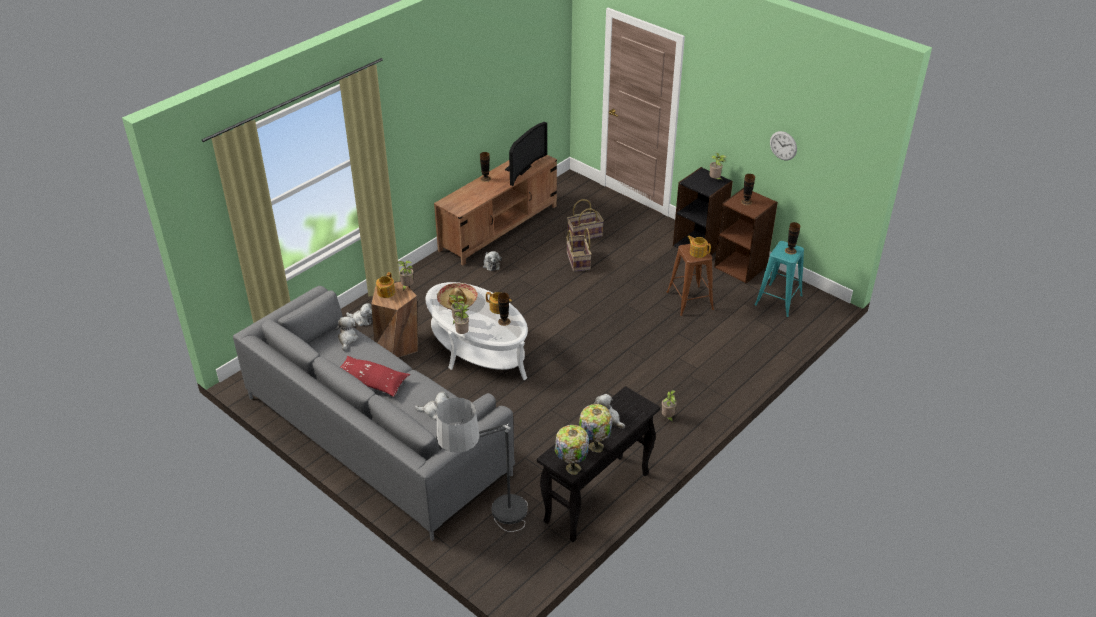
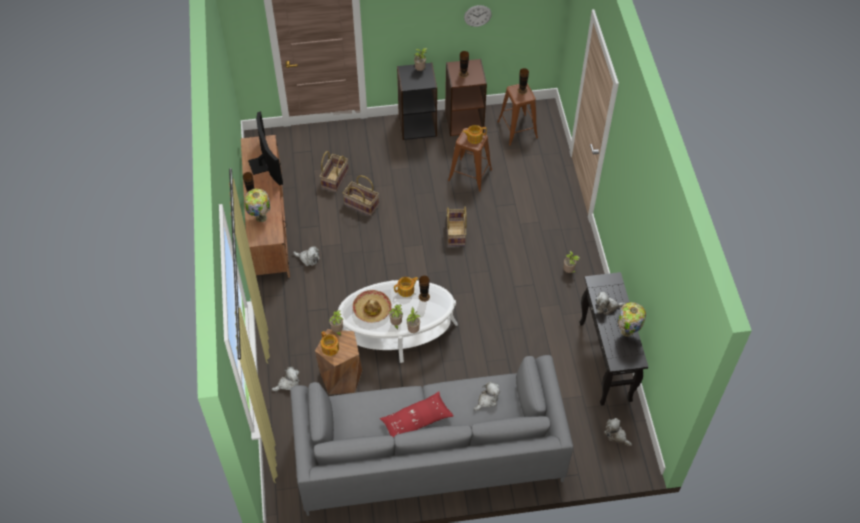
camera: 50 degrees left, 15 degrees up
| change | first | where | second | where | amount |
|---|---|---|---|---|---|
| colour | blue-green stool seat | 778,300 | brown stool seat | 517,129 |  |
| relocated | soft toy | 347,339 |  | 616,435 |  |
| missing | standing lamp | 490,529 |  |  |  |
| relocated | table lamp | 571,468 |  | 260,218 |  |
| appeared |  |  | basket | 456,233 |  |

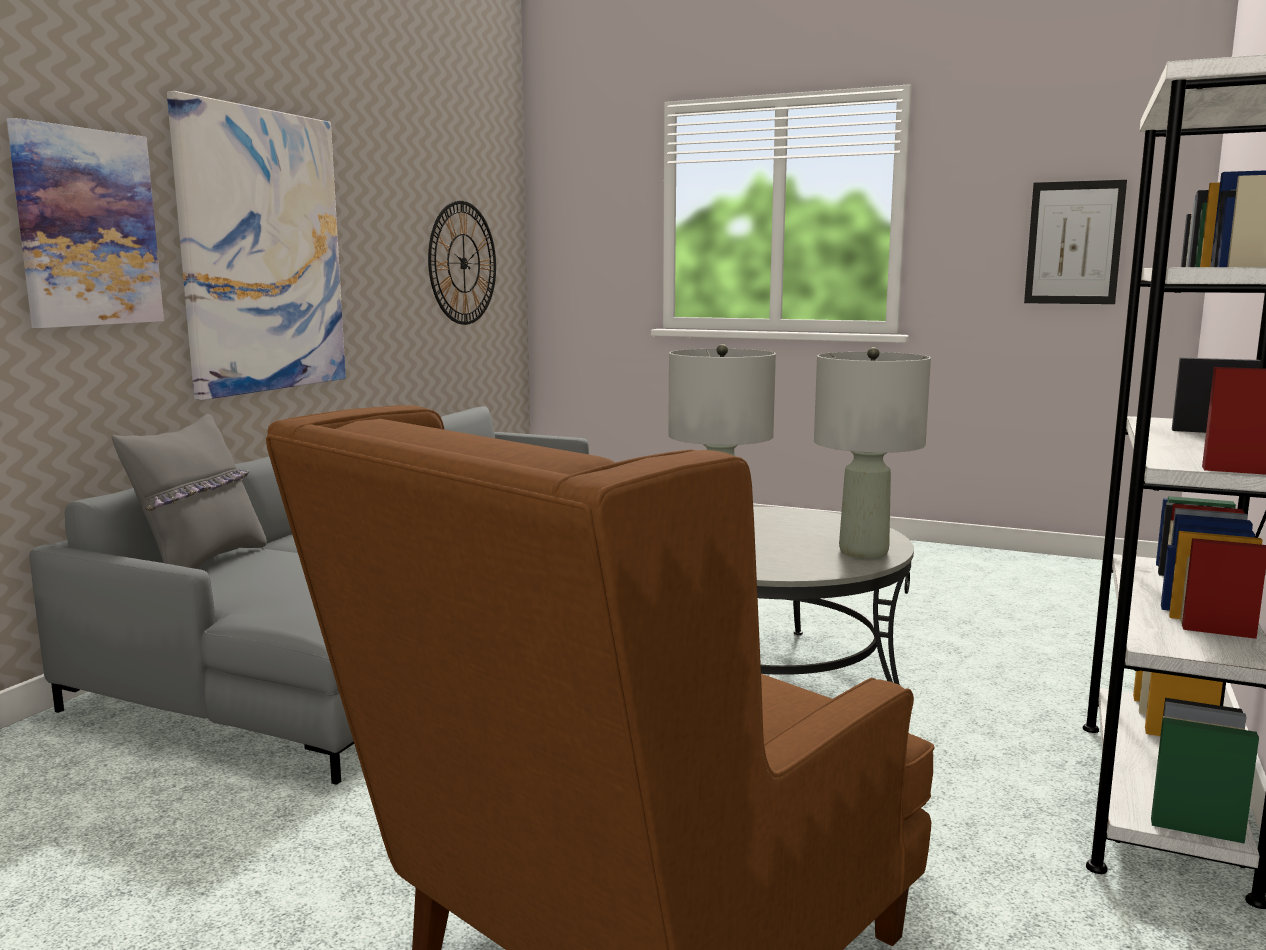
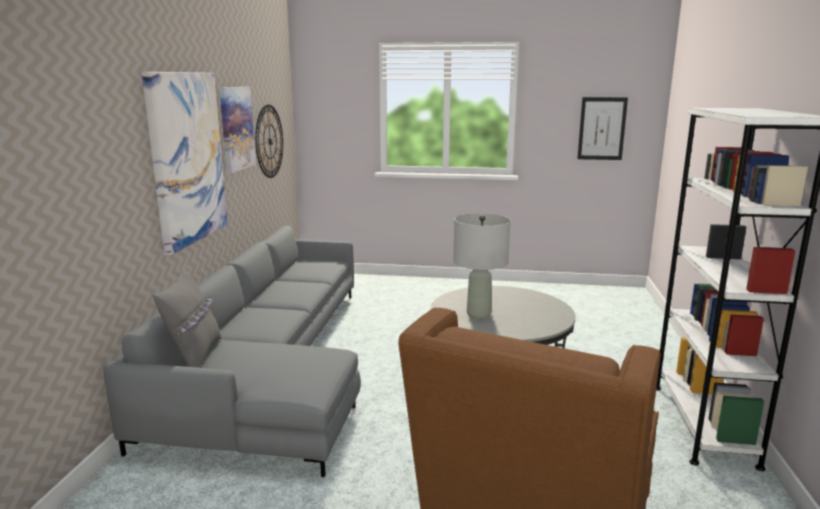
camera: 15 degrees left, 5 degrees up
| change | first | where | second | where | amount |
|---|---|---|---|---|---|
| relocated | picture | 87,228 |  | 236,128 |  |
| missing | gray table lamp | 863,552 |  |  |  |

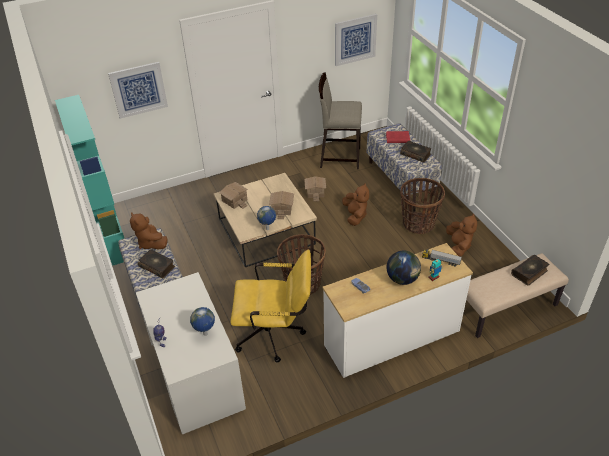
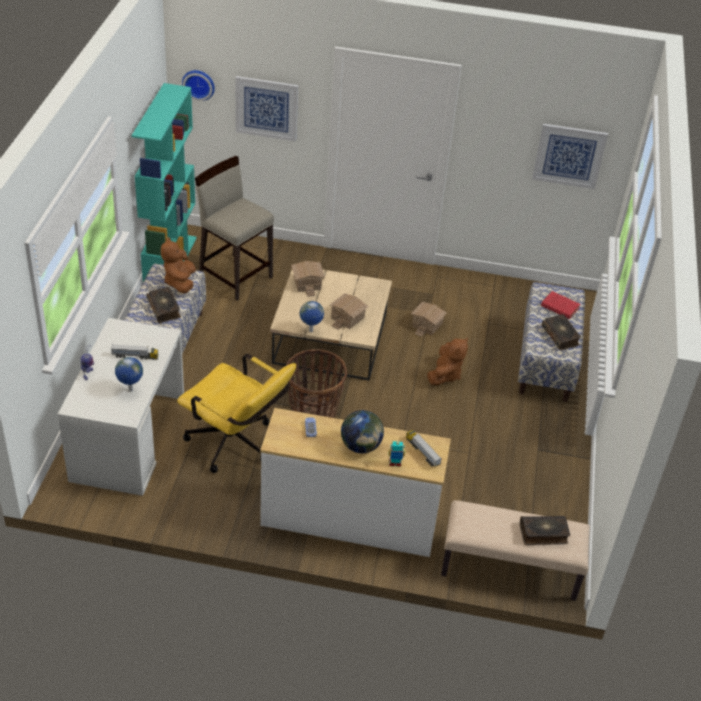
camera: 30 degrees right, 0 degrees up
| change | first | where | second | where | amount |
|---|---|---|---|---|---|
| relocated | sand-coloured stool seat | 339,157 |  | 235,276 |  |
| missing | basket | 418,223 |  |  |  |
| missing | brown soft toy | 458,246 |  |  |  |
| appeared |  |  | clock on the wall | 199,84 |  |
| appeared |  |  | toy truck | 135,356 |  |

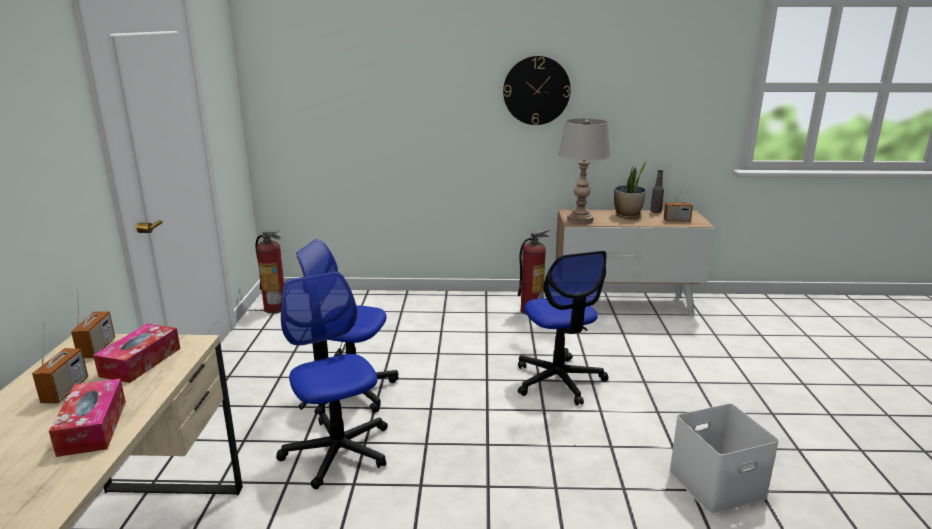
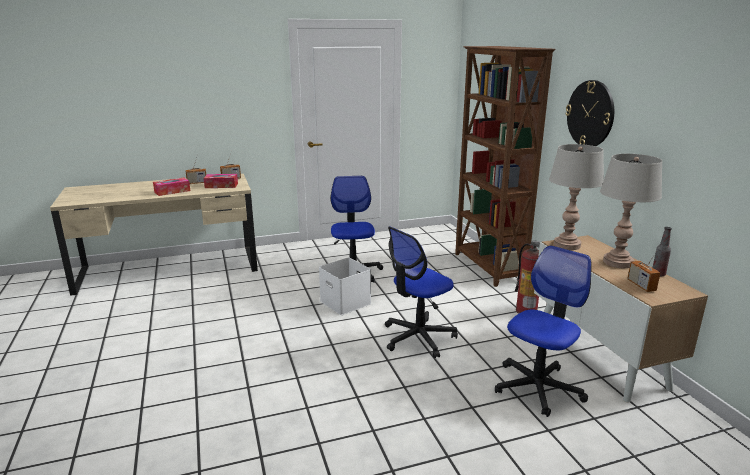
camera: 70 degrees right, 0 degrees up
| change | first | where | second | where | amount |
|---|---|---|---|---|---|
| exchanged | potted plant | 627,215 | gray table lamp | 618,262 |  |
| missing | fire extinguisher | 275,308 |  |  |  |
| relocated | desk chair | 337,451 |  | 537,387 |  |
| relocated | white storage bin | 716,483 |  | 346,302 |  |
| appeared |  |  | brown bookshelf | 488,267 |  |

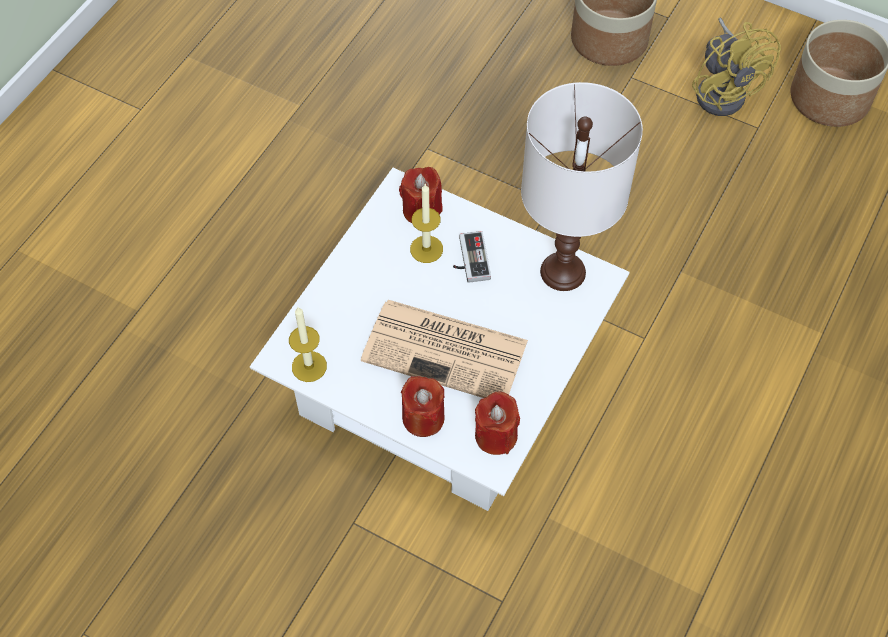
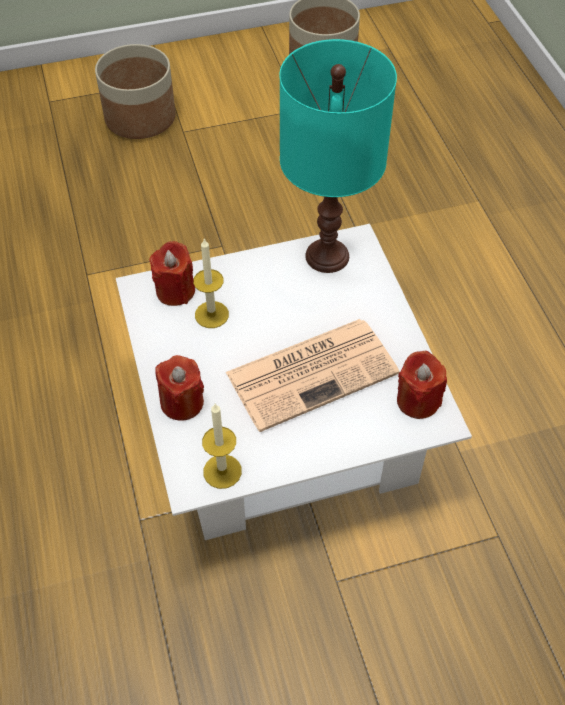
camera: 45 degrees left, 5 degrees down
| change | first | where | second | where | amount |
|---|---|---|---|---|---|
| missing | yellow fan | 724,90 |  |  |  |
| colour | white table lamp | 563,271 | blue-green table lamp | 327,255 |  |
| missing | game controller | 469,259 |  |  |  |
| relocated | red wax light | 423,418 |  | 182,402 |  |

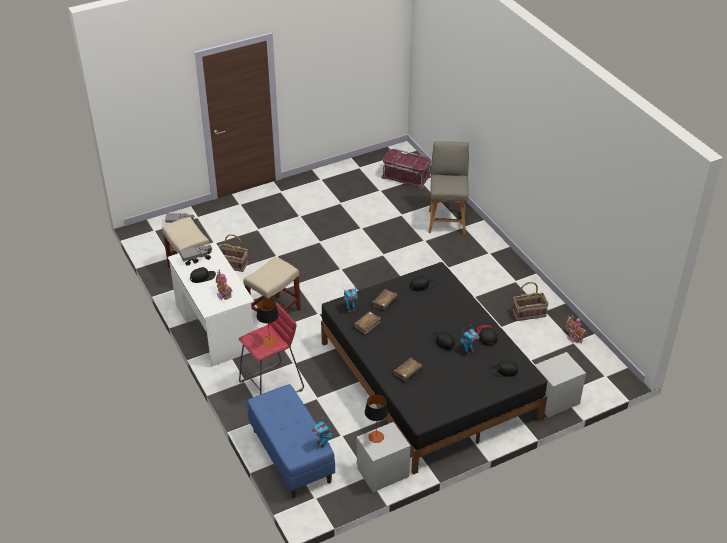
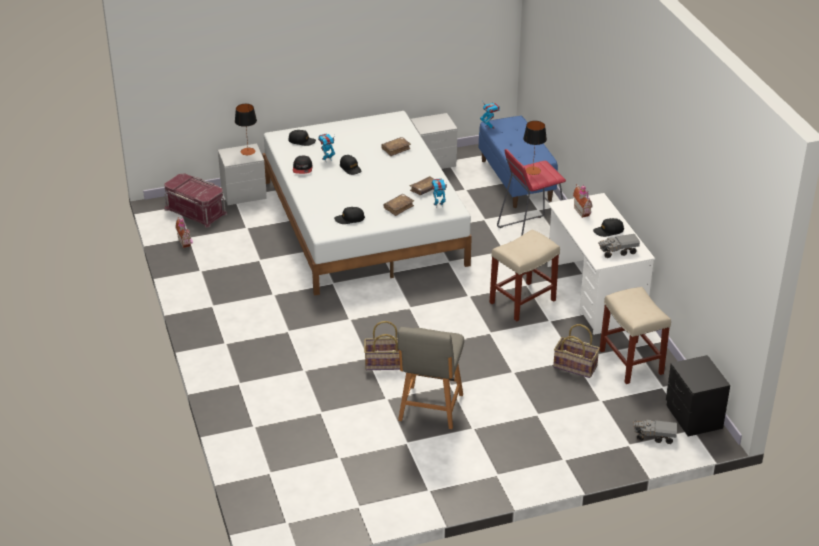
camera: 170 degrees left, 5 degrees down
| change | first | where | second | where | amount |
|---|---|---|---|---|---|
| relocated | gray chair | 447,221 |  | 430,409 |  |
| relocated | red storage bin | 405,177 |  | 196,211 |  |
| colour | black bedroom bed | 428,380 | white bedroom bed | 363,222 |  |
| relocated | basket | 529,313 |  | 384,364 |  |
| relocated | table lamp | 376,437 |  | 248,151 |  |
| appeared |  |  | black night table | 693,417 |  |

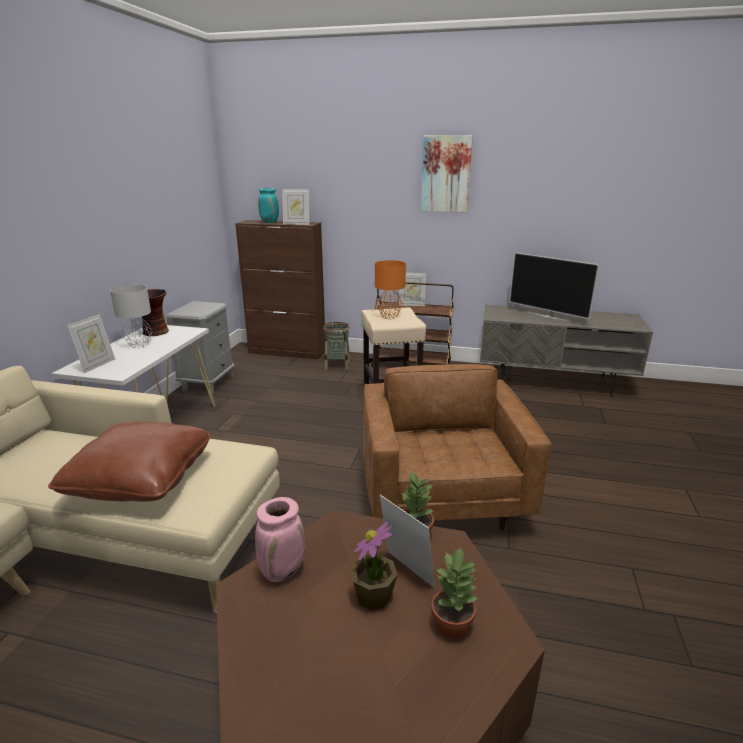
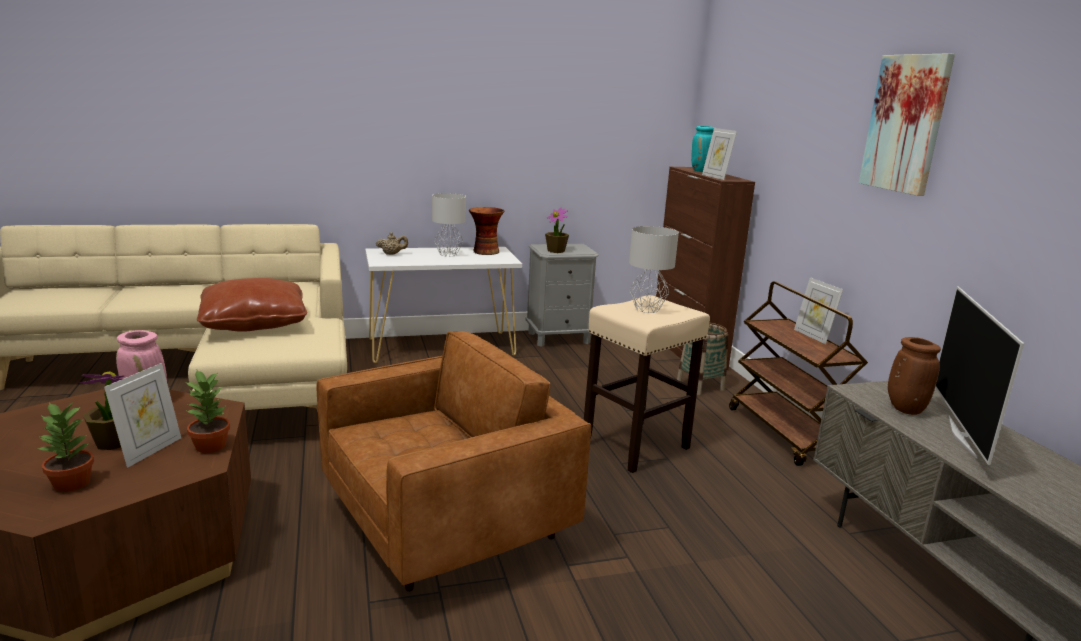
camera: 60 degrees right, 5 degrees down
| change | first | where | second | where | amount |
|---|---|---|---|---|---|
| colour | orange-coloured table lamp | 390,316 | gray table lamp | 648,309 |  |
| exchanged | standing frame | 97,365 | sand-coloured teapot | 392,254 |  |
| appeared |  |  | potted plant | 556,251 |  |
| appeared |  |  | brown decorative vase | 904,409 |  |

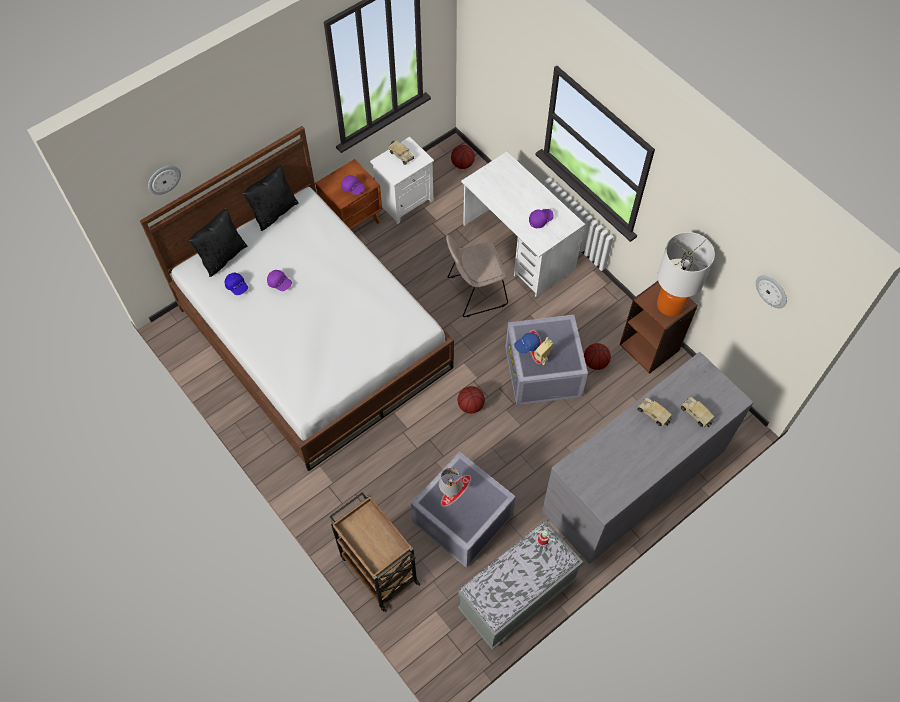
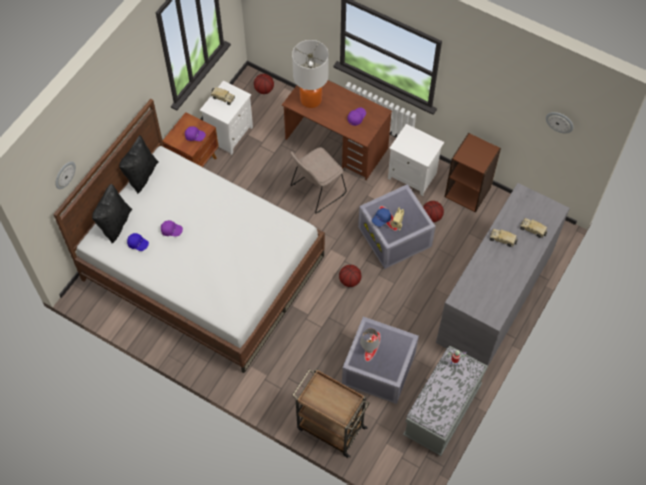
camera: 20 degrees left, 0 degrees up
| change | first | where | second | where | amount |
|---|---|---|---|---|---|
| colour | white desk | 518,247 | brown desk | 336,144 |  |
| relocated | table lamp | 670,305 |  | 311,100 |  |
| appeared |  |  | white night table | 413,176 |  |

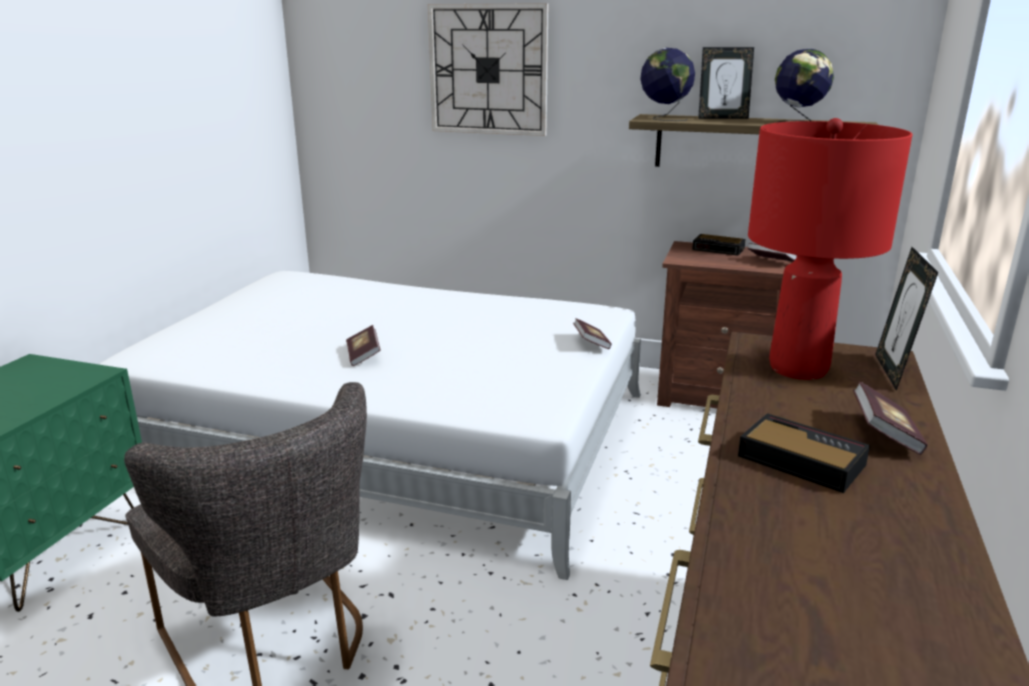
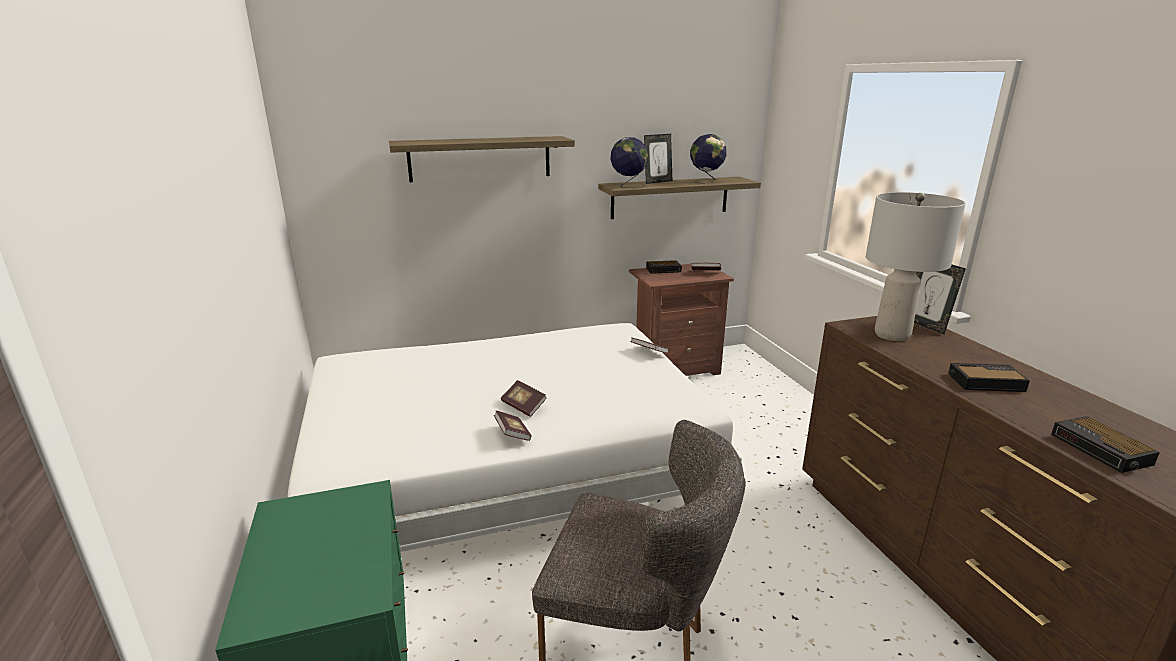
camera: 35 degrees left, 0 degrees up
| change | first | where | second | where | amount |
|---|---|---|---|---|---|
| exchanged | clock on the wall | 488,70 | wall shelf | 480,158 |  |
| colour | red table lamp | 797,369 | gray table lamp | 892,335 |  |
| relocated | book | 884,435 |  | 512,434 |  |
| appeared |  |  | bedside clock | 1102,450 |  |

